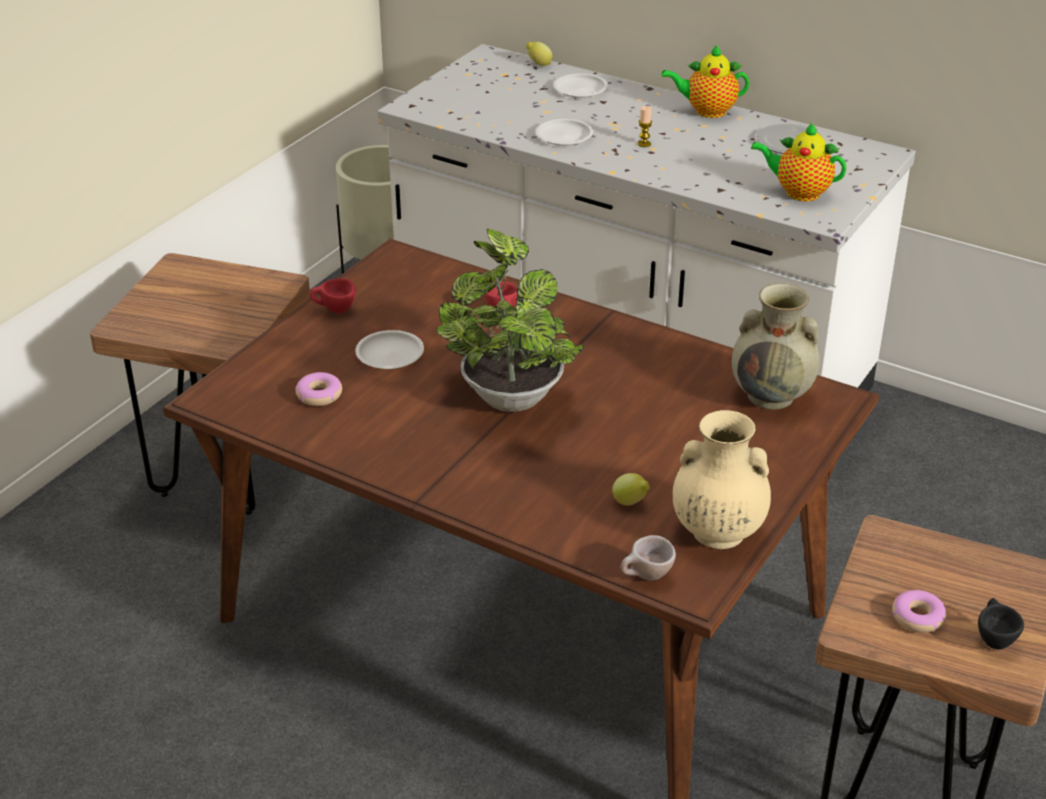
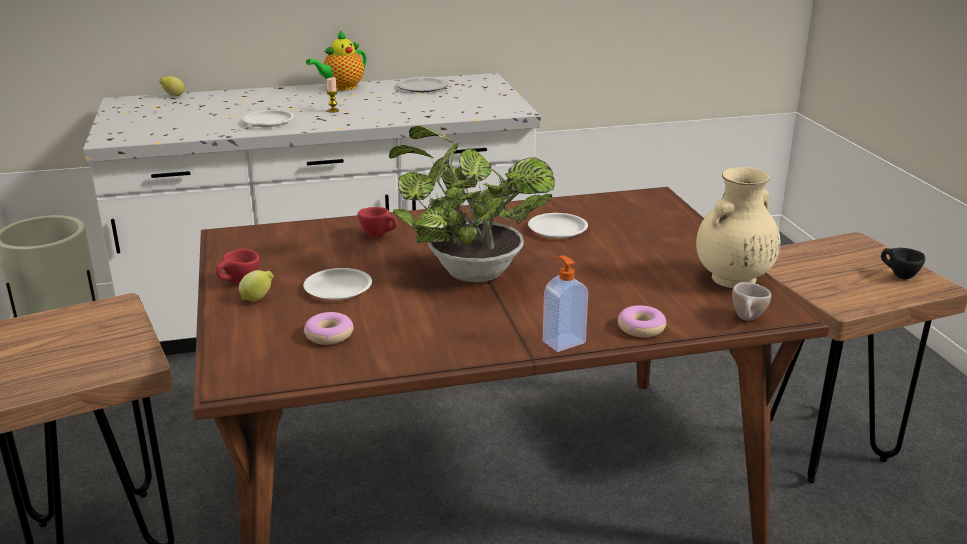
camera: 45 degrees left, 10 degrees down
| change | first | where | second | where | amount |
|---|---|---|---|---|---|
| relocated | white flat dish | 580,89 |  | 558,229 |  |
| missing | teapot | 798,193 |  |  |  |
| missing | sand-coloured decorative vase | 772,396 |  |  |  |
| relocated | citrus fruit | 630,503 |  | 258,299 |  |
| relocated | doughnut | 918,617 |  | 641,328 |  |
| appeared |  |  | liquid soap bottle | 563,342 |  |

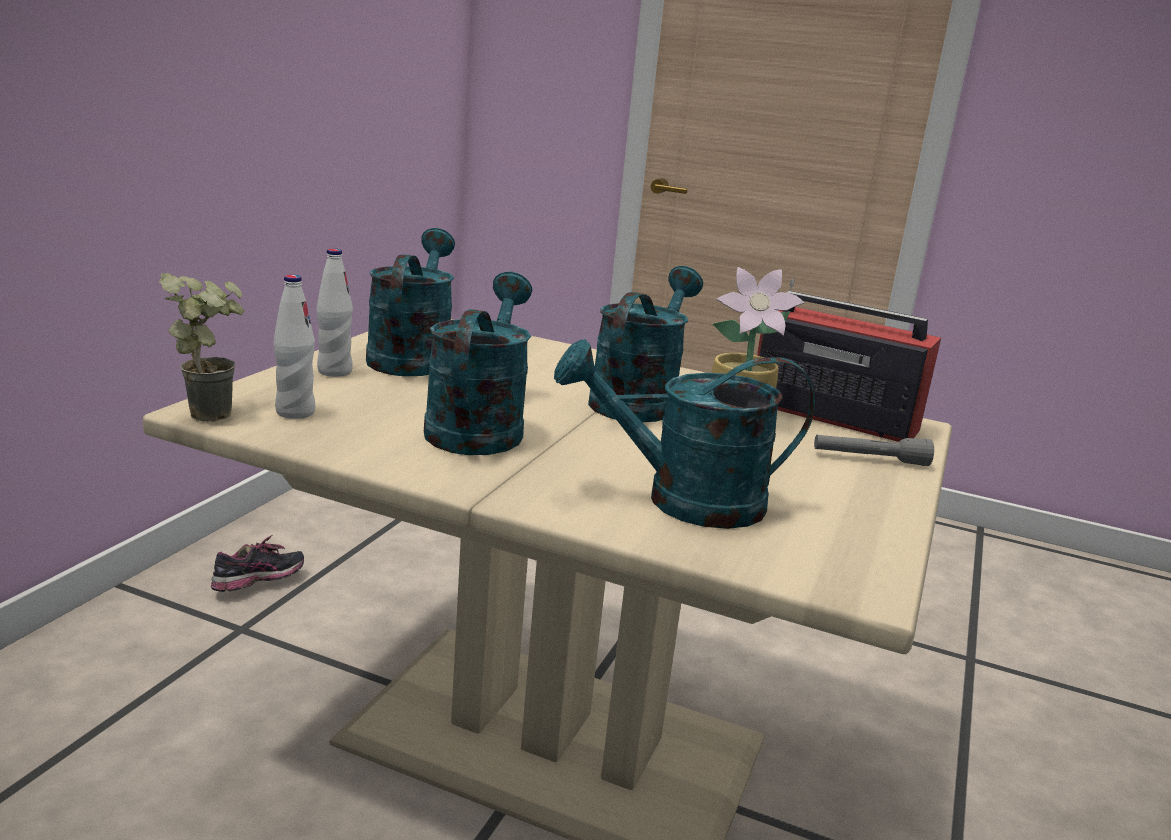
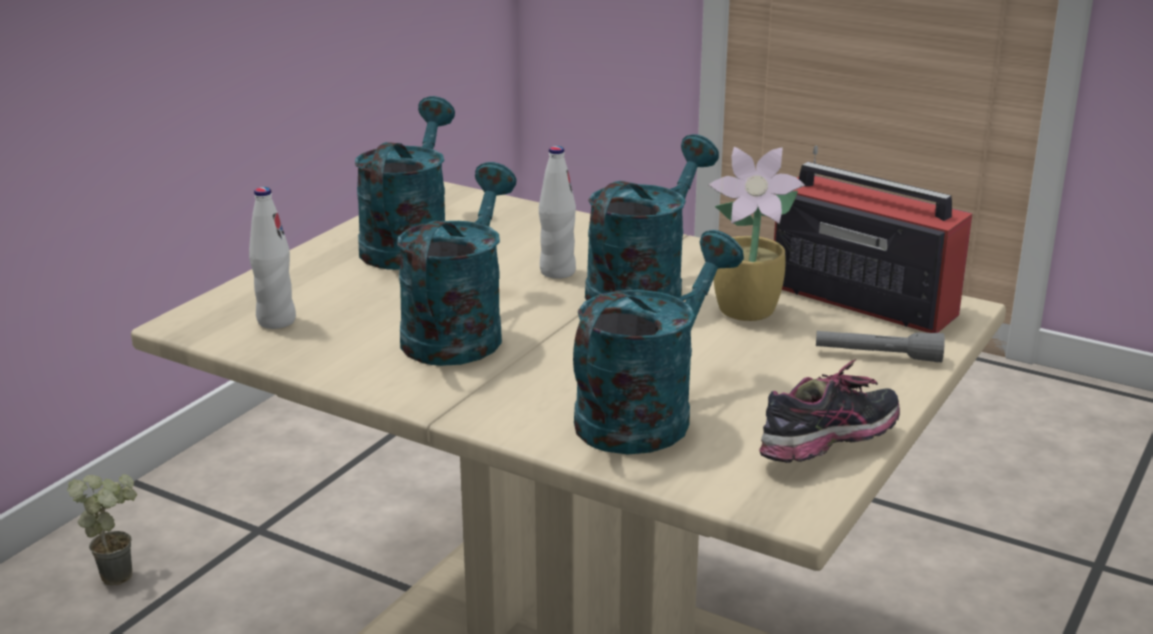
camera: 10 degrees right, 5 degrees up
| change | first | where | second | where | amount |
|---|---|---|---|---|---|
| relocated | white drink bottle | 334,371 |  | 557,272 |  |
| relocated | potted plant | 213,411 |  | 119,571 |  |
| spun | blue-green sprinkling can | 683,501 |  | 645,413 | 120 degrees clockwise |
| relocated | item of footwear | 259,585 |  | 829,449 |  |

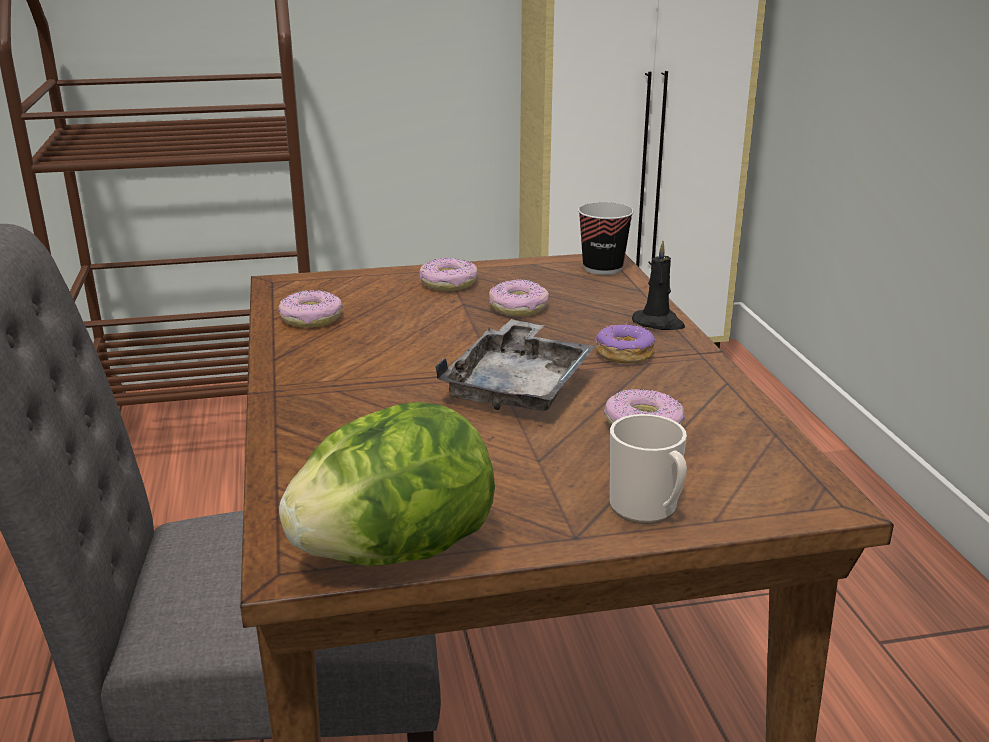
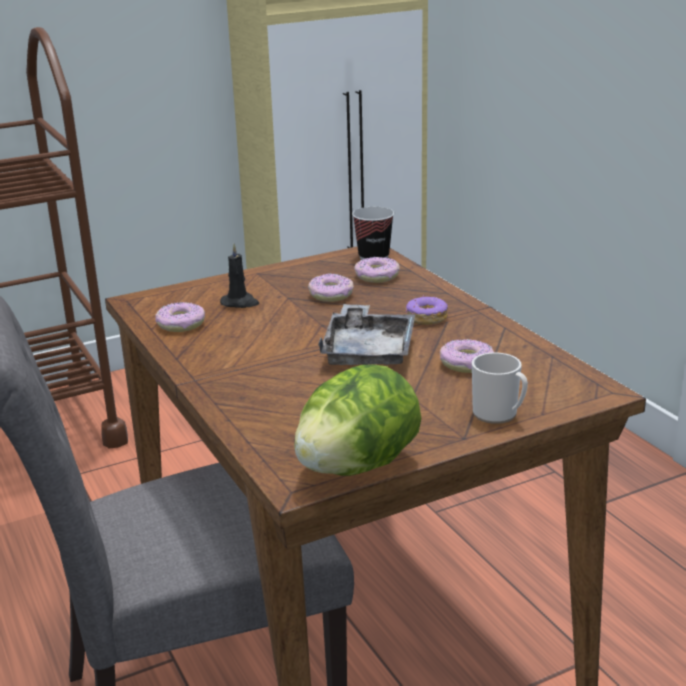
camera: 15 degrees left, 0 degrees up
| change | first | where | second | where | amount |
|---|---|---|---|---|---|
| relocated | black wax light | 659,323 |  | 240,303 |  |
| relocated | doughnut | 448,283 |  | 377,276 |  |

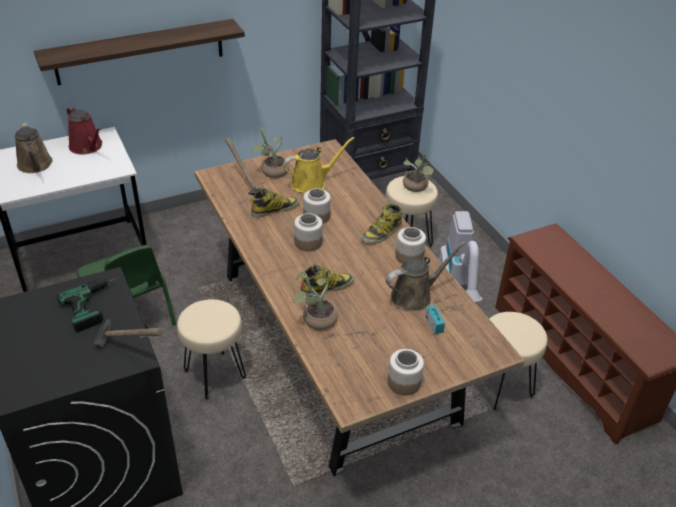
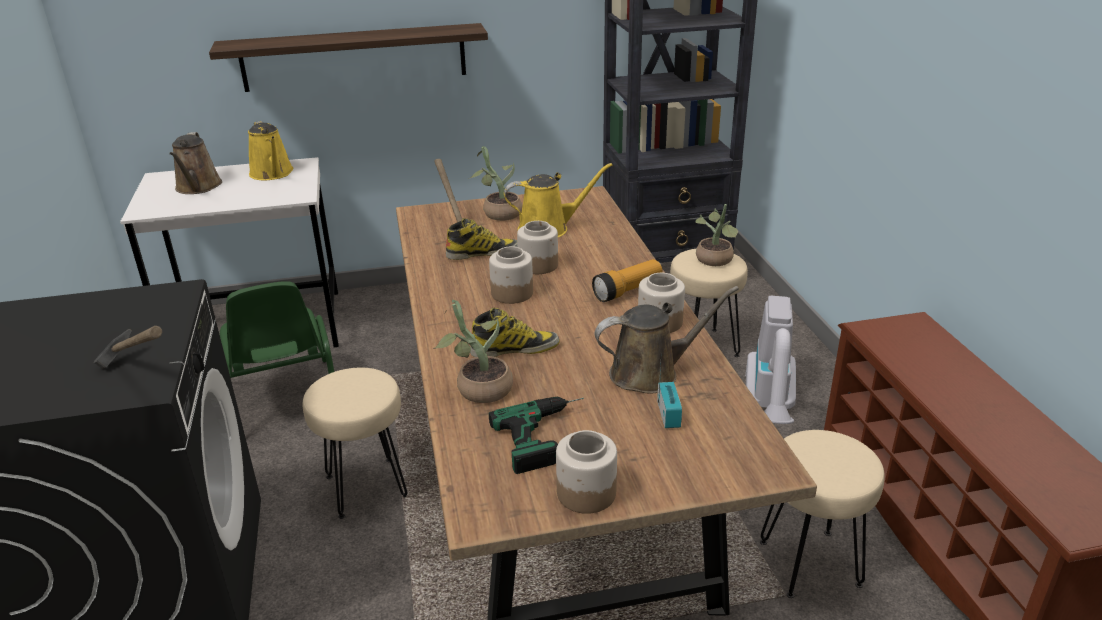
camera: 15 degrees right, 10 degrees down
| change | first | where | second | where | amount |
|---|---|---|---|---|---|
| colour | red sprinkling can | 87,147 | yellow sprinkling can | 272,174 |  |
| exchanged | high-top boot | 382,233 | torch | 628,291 |  |
| relocated | power drill | 96,304 |  | 548,435 |  |

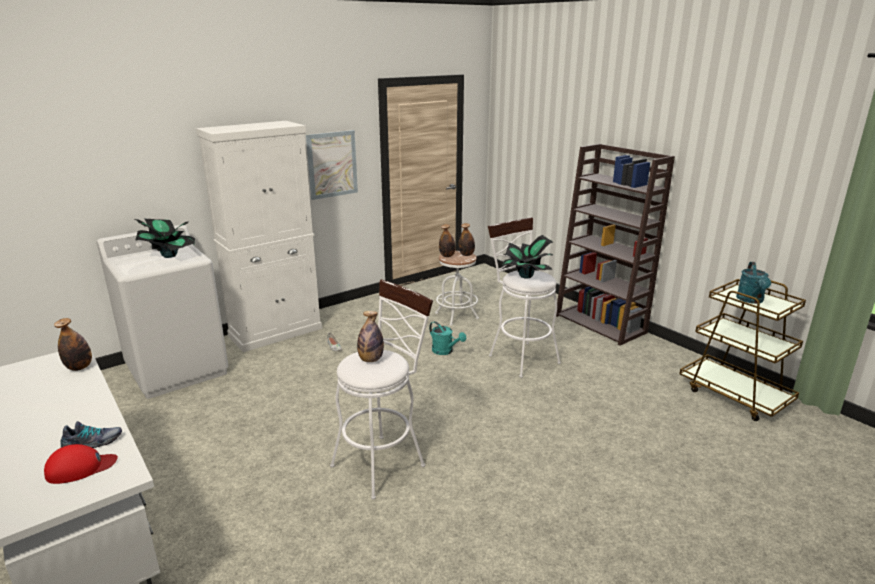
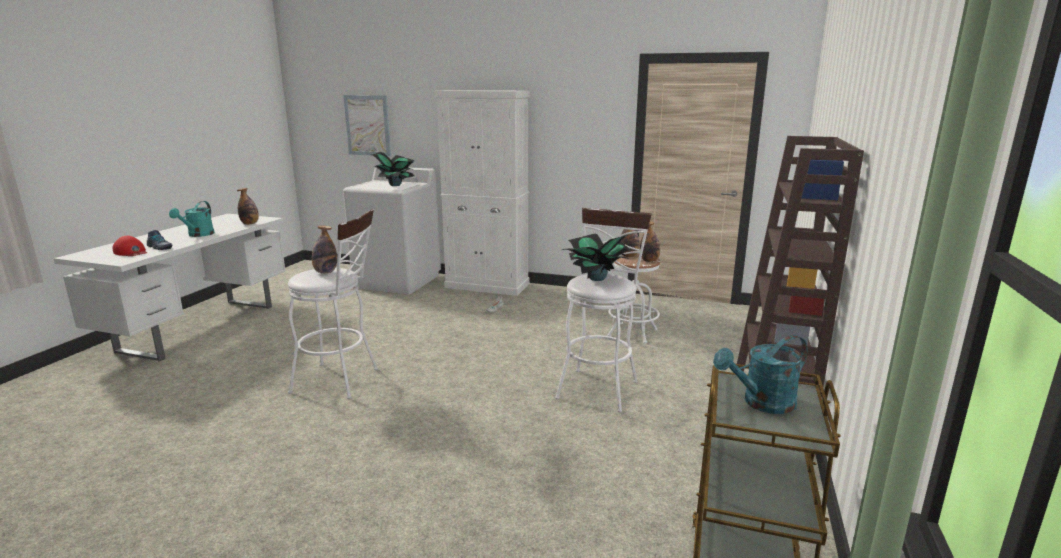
camera: 55 degrees right, 5 degrees down
| change | first | where | second | where | amount |
|---|---|---|---|---|---|
| relocated | picture | 332,164 |  | 368,125 |  |
| relocated | blue-green sprinkling can | 445,351 |  | 198,235 |  |

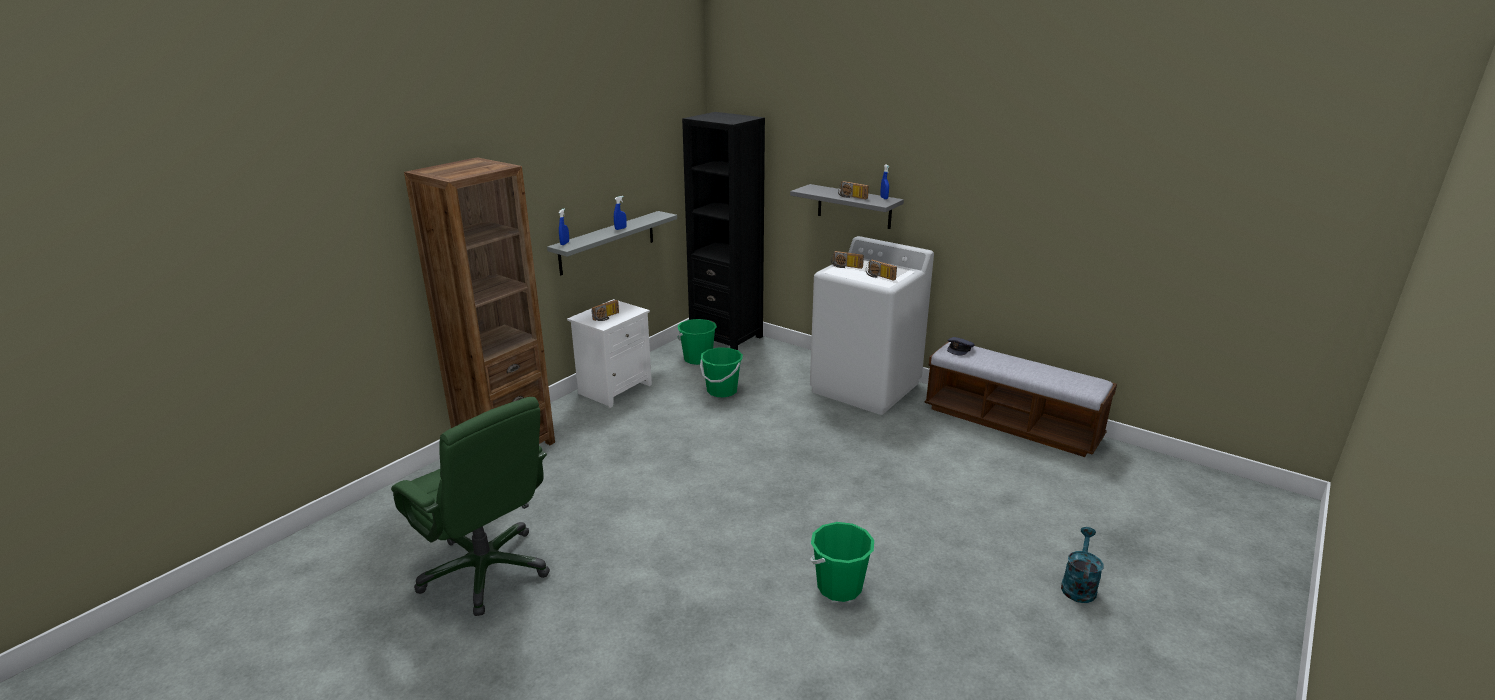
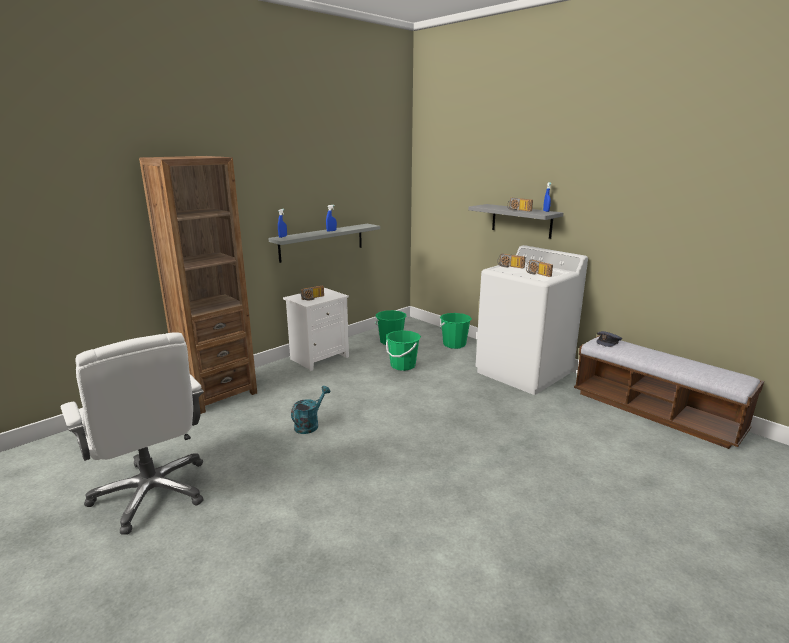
camera: 10 degrees right, 5 degrees down
| change | first | where | second | where | amount |
|---|---|---|---|---|---|
| missing | black bookshelf | 726,337 |  |  |  |
| colour | green desk chair | 486,570 | white desk chair | 152,493 |  |
| relocated | green bucket | 839,587 |  | 454,344 |  |
| relocated | blue-green sprinkling can | 1078,585 |  | 309,424 |  |

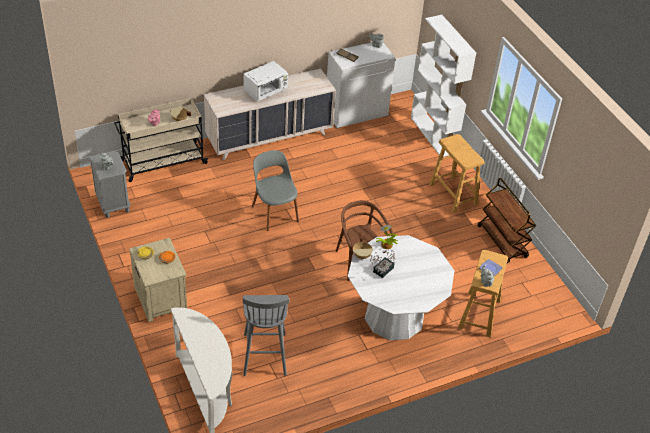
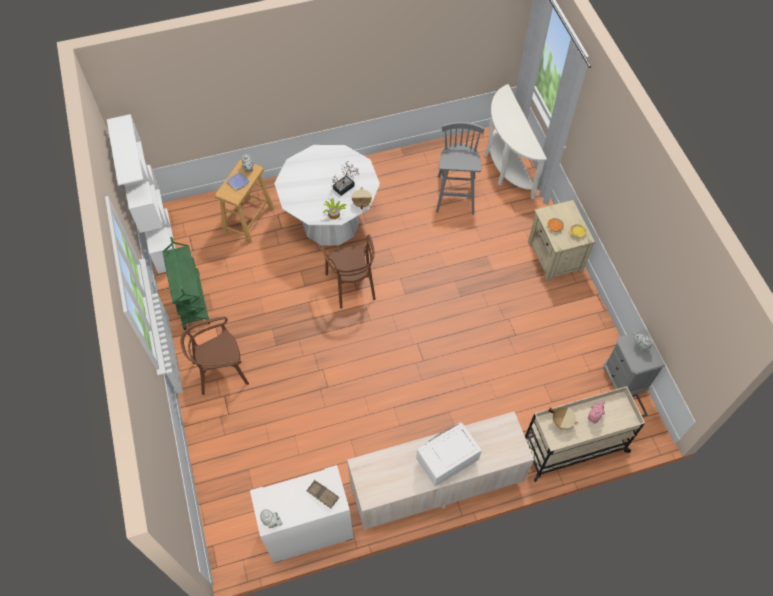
camera: 170 degrees left, 15 degrees up
| change | first | where | second | where | amount |
|---|---|---|---|---|---|
| relocated | white bookshelf | 433,135 |  | 162,240 |  |
| exchanged | sand-coloured stool seat | 453,194 | brown chair | 221,370 |  |
| missing | gray chair | 275,212 |  |  |  |
| colour | brown cart | 502,242 | green cart | 191,300 |  |

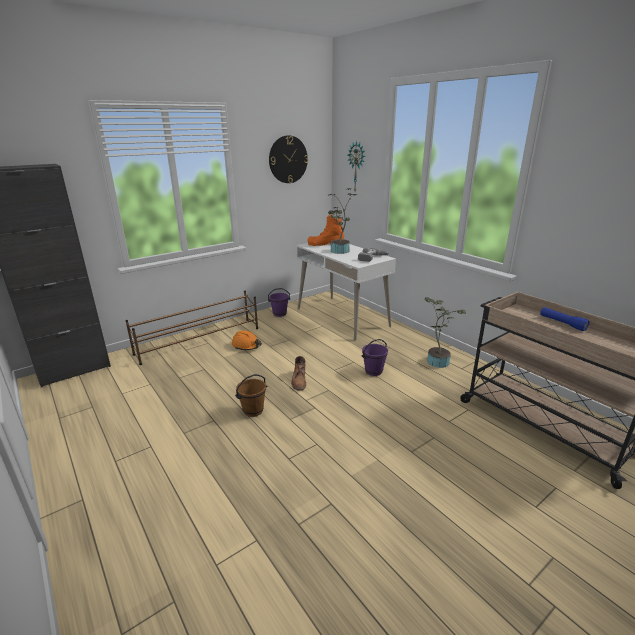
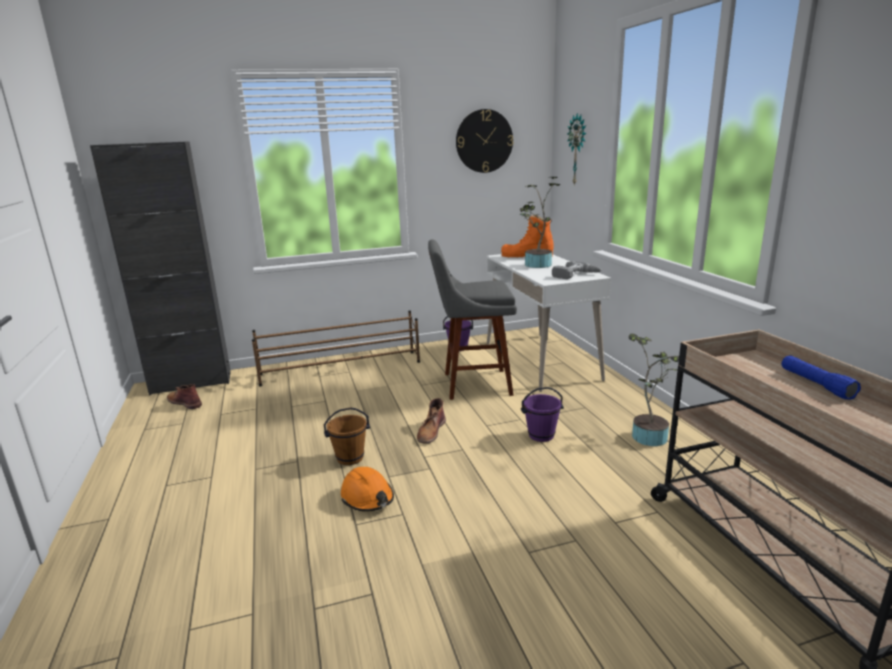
camera: 20 degrees right, 5 degrees down
| change | first | where | second | where | amount |
|---|---|---|---|---|---|
| relocated | orange-coloured safety helmet | 246,345 |  | 367,498 |  |
| appeared |  |  | gray stool seat | 472,384 |  |
| appeared |  |  | brown high-top boot | 184,402 |  |

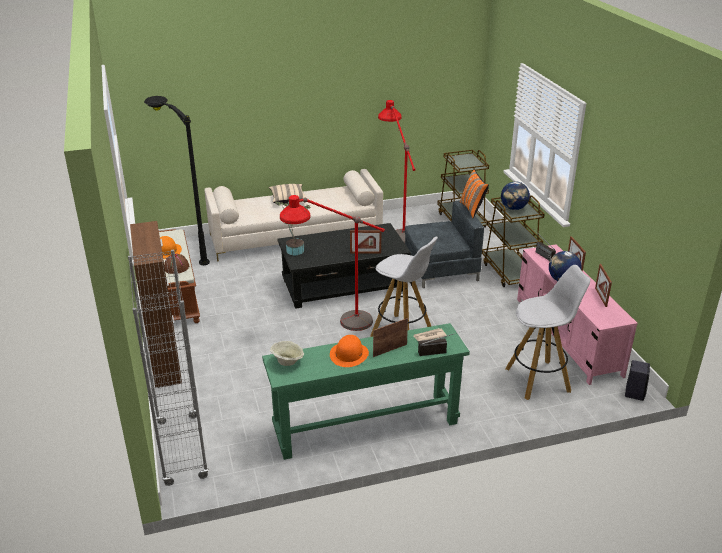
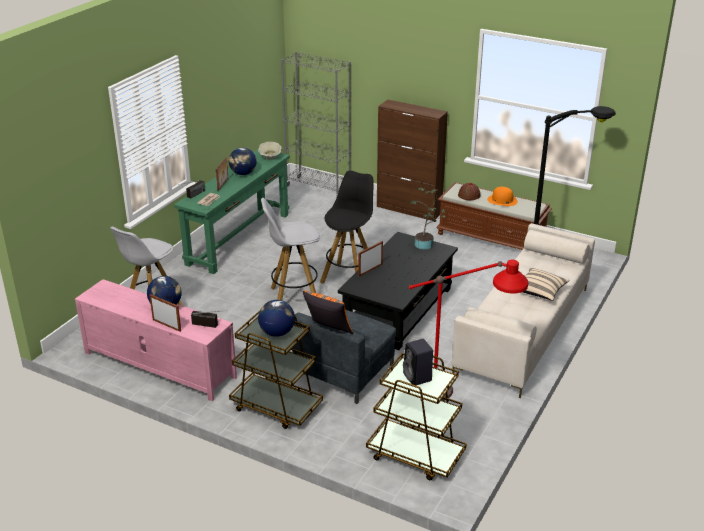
camera: 135 degrees right, 0 degrees up
| change | first | where | second | where | amount |
|---|---|---|---|---|---|
| exchanged | red standing lamp | 334,326 | black stool seat | 349,277 |  |
| missing | standing frame | 600,297 |  |  |  |
| exchanged | orange-coloured clothing hat | 349,354 | globe | 243,173 |  |
| relocated | black loudspeaker | 634,392 |  | 418,378 |  |

